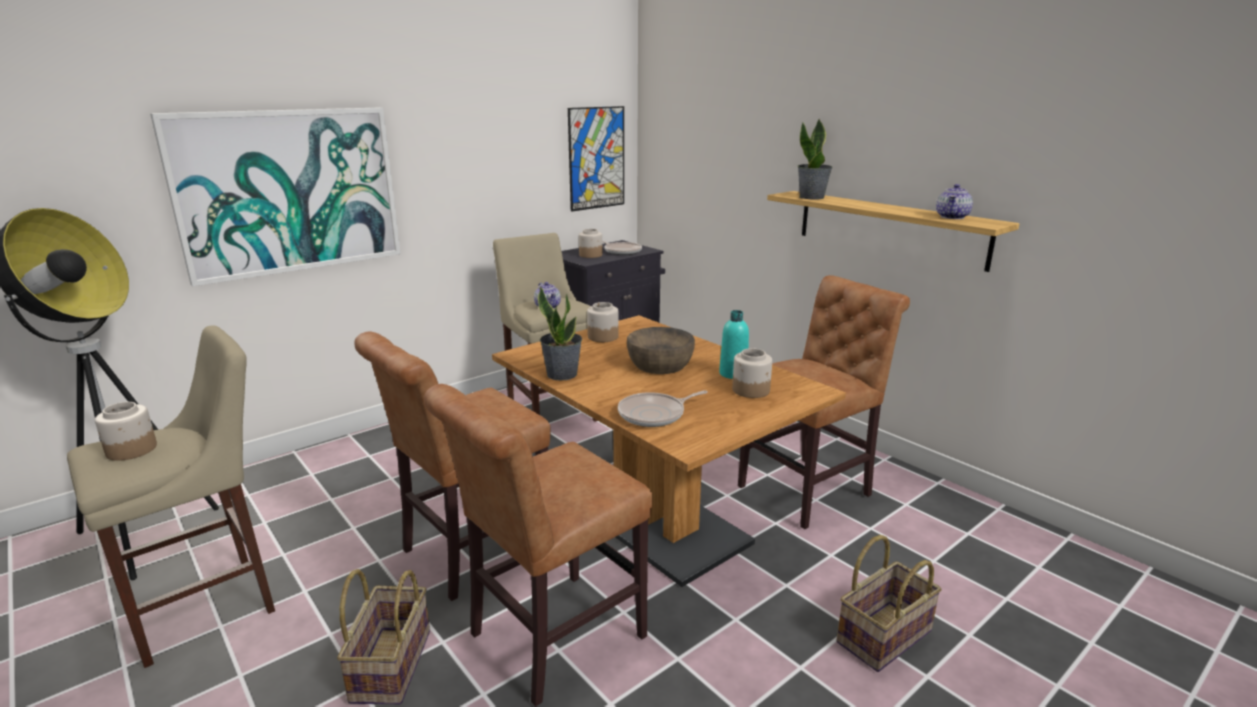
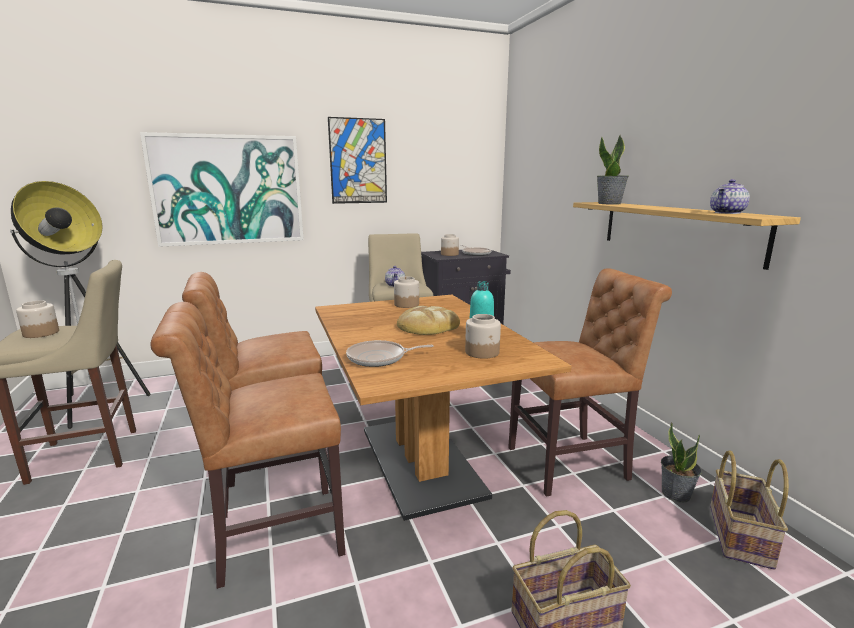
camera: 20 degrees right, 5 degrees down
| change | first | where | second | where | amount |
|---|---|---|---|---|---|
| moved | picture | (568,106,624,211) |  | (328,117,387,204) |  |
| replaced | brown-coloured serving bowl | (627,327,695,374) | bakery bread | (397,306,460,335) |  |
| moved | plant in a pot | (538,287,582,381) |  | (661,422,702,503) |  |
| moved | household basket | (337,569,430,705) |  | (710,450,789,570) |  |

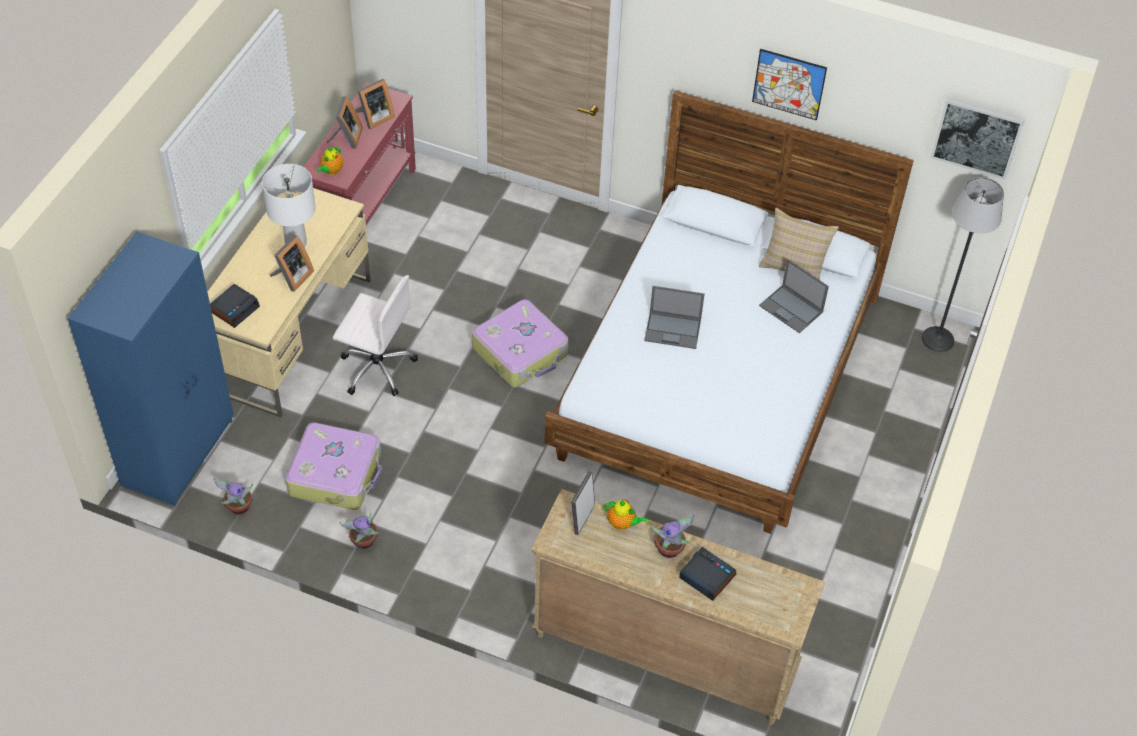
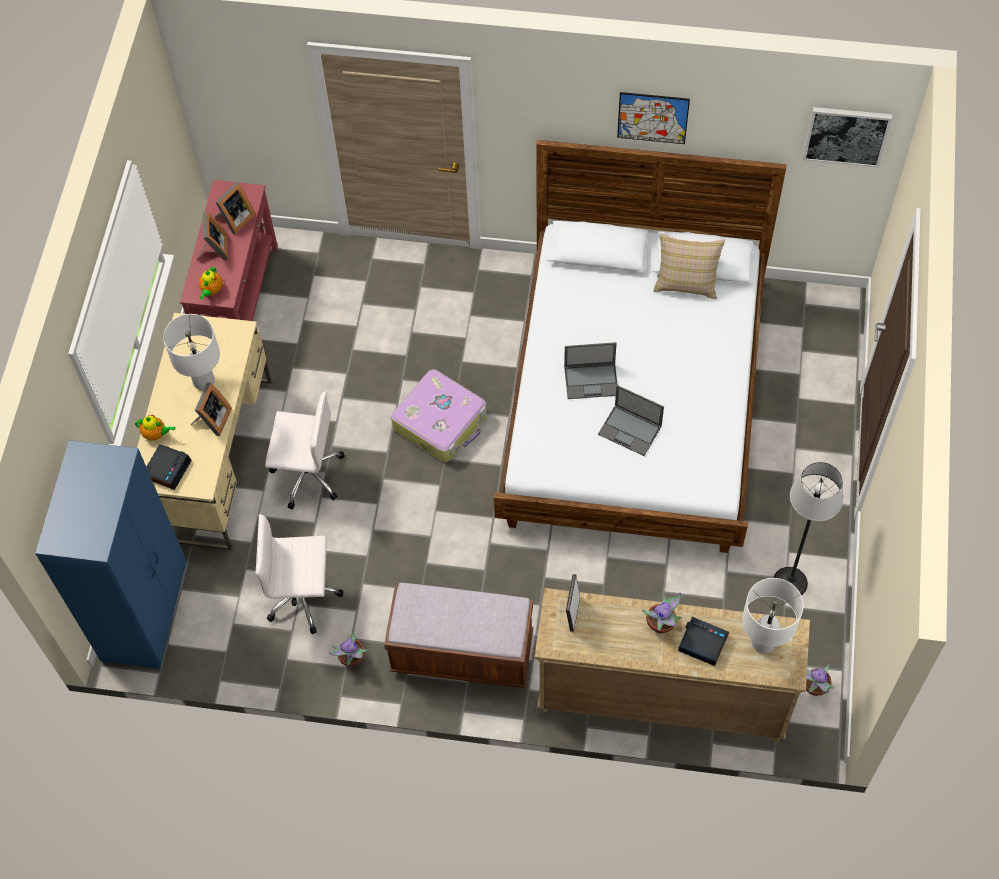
camera: 10 degrees left, 10 degrees up
| change | first | where | second | where | amount |
|---|---|---|---|---|---|
| moved | pot for tea | (604,499,649,530) |  | (135,415,175,441) |  |
| replaced | piece of luggage | (285,422,382,510) | white desk chair | (256,514,343,634) |  |
| added |  |  | brown-coloured bench | (384,583,533,688) |  |
| moved | laptop | (759,259,829,333) |  | (598,385,664,456) |  |
| added |  |  | white lamp for a table | (742,578,804,653) |  |
| moved | floor lamp | (921,177,1004,352) |  | (773,462,843,596) |  |
| moved | plant in a pot | (214,478,253,515) |  | (806,664,834,696) |  |

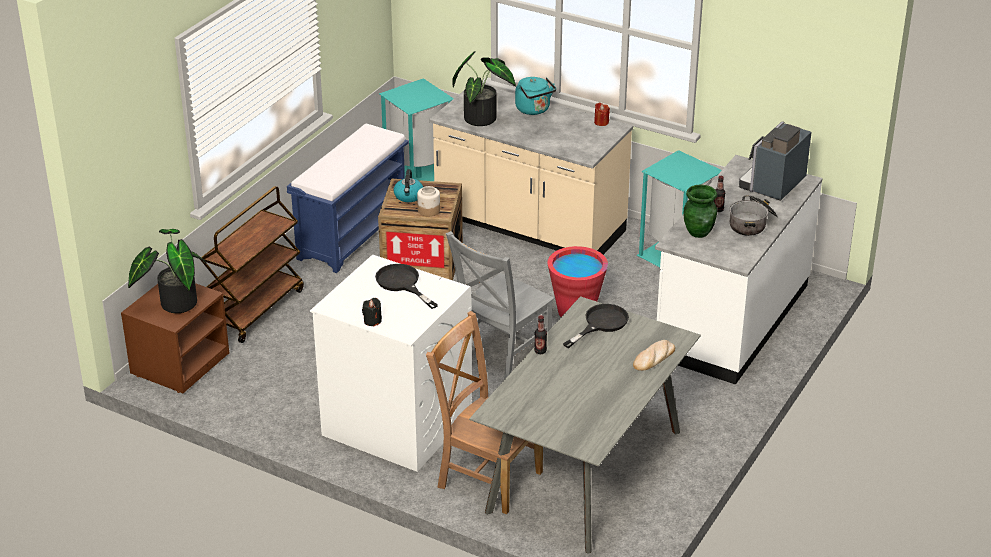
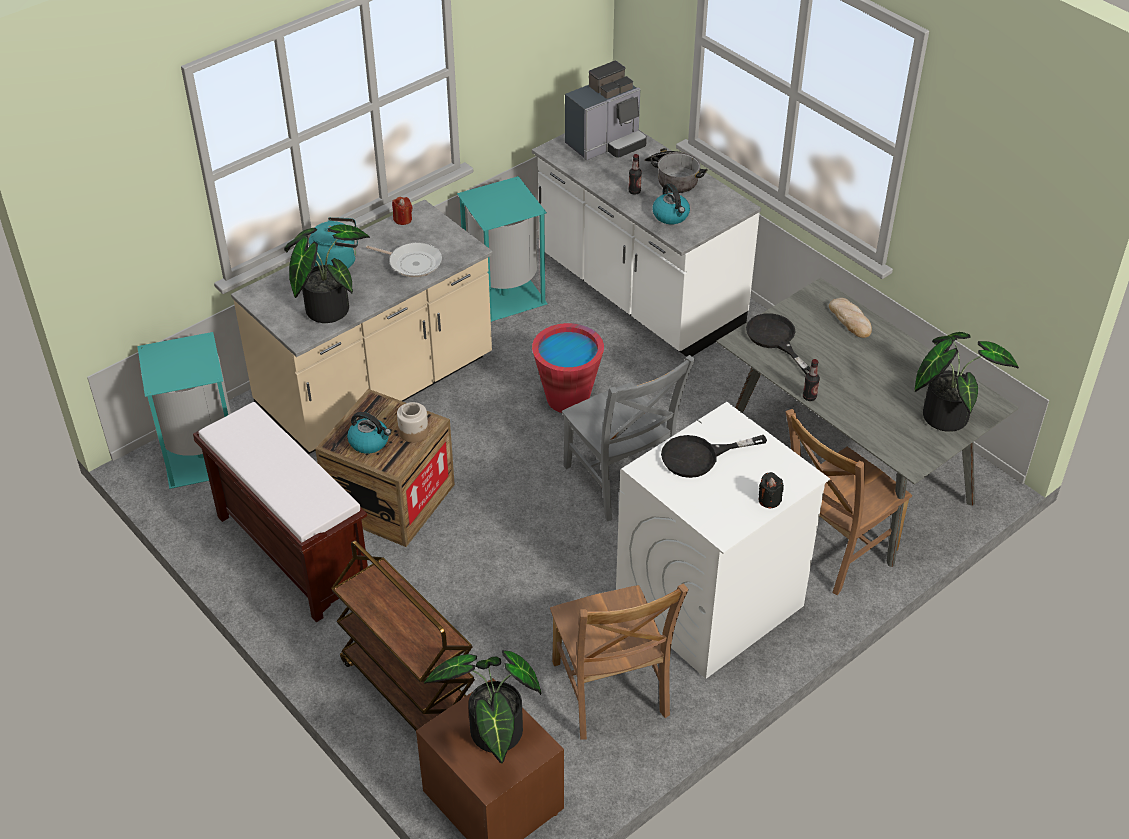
camera: 70 degrees left, 10 degrees up
| change | first | where | second | where | amount |
|---|---|---|---|---|---|
| recoloured | blue-coloured bench | (287,124,409,273) | brown-coloured bench | (193,402,368,622) |  |
| added |  |  | skillet | (366,242,442,277) |  |
| added |  |  | brown-coloured upright chair | (550,584,689,740) |  |
| turned | coffee maker | (739,121,812,201) |  | (565,61,647,160) | 90 degrees counterclockwise |
| replaced | green-coloured decorative vase | (683,184,717,238) | tea kettle | (652,183,690,224) |  |
| added |  |  | plant in a pot | (914,332,1019,432) |  |

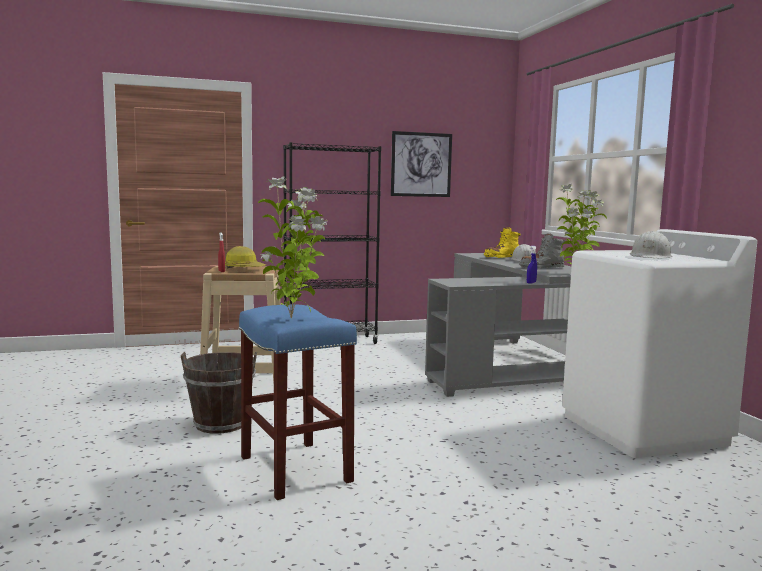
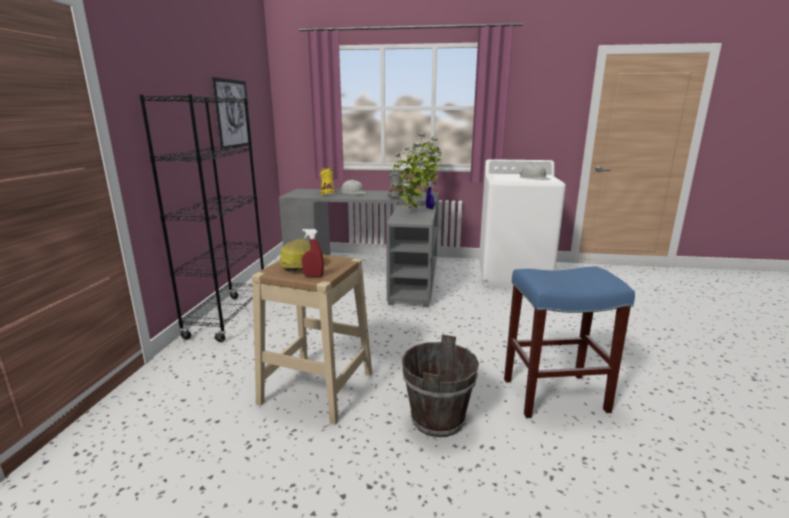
camera: 65 degrees left, 10 degrees up
| change | first | where | second | where | amount |
|---|---|---|---|---|---|
| moved | plant in a pot | (258,177,327,318) |  | (392,142,426,213) |  |

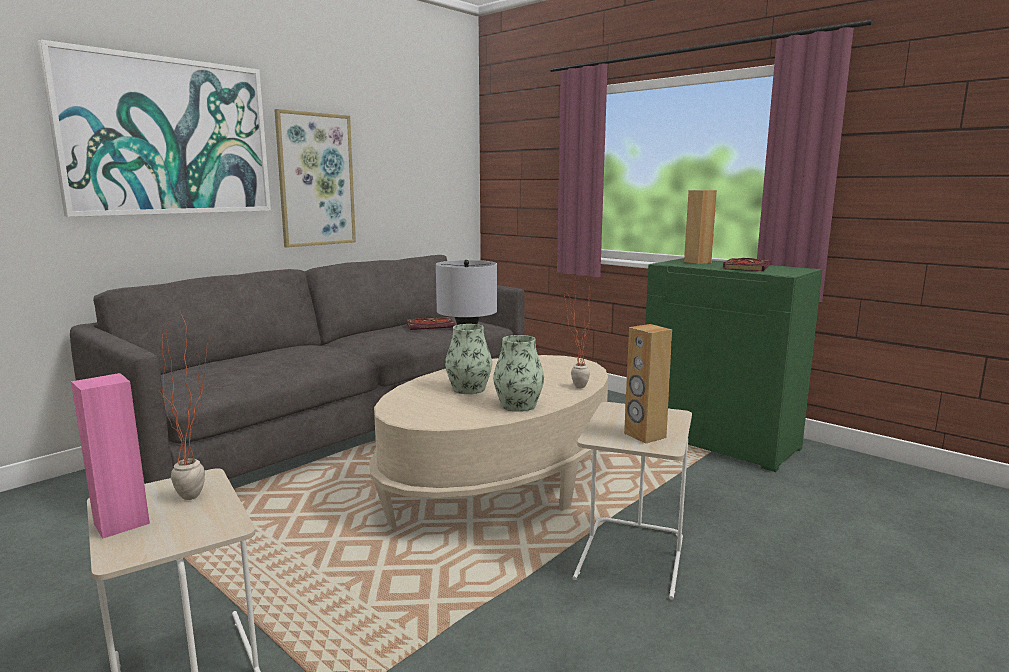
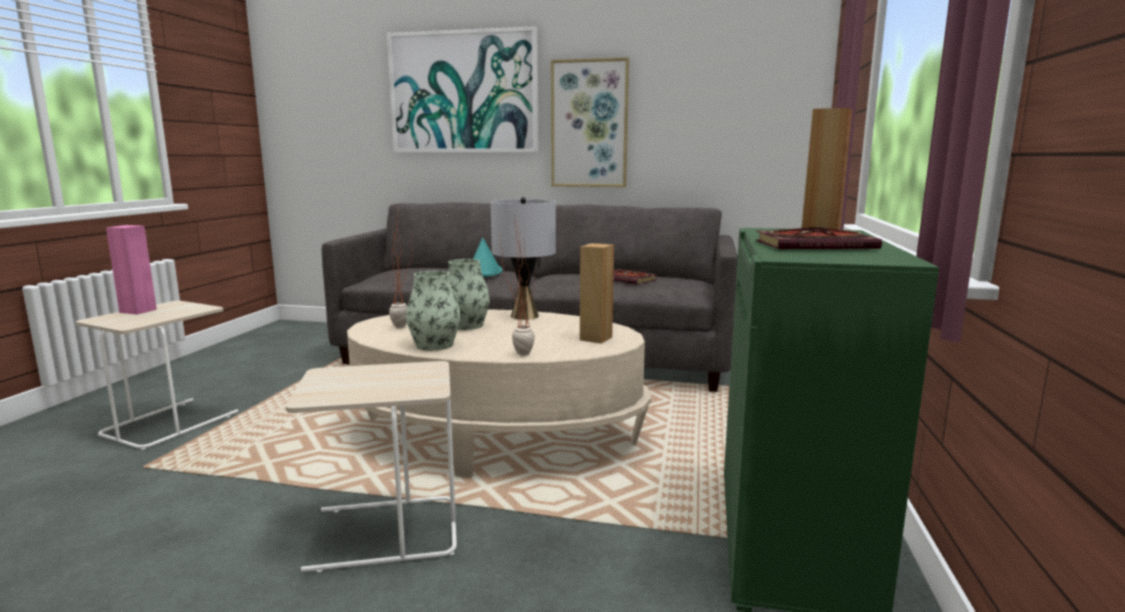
camera: 60 degrees right, 0 degrees up
| change | first | where | second | where | amount |
|---|---|---|---|---|---|
| moved | plant in a pot | (160,311,211,500) |  | (384,212,412,328) |  |
| added |  |  | turquoise-coloured hat | (473,238,503,277) |  |
| moved | brown-coloured audio speaker | (624,324,672,444) |  | (580,243,614,344) |  |

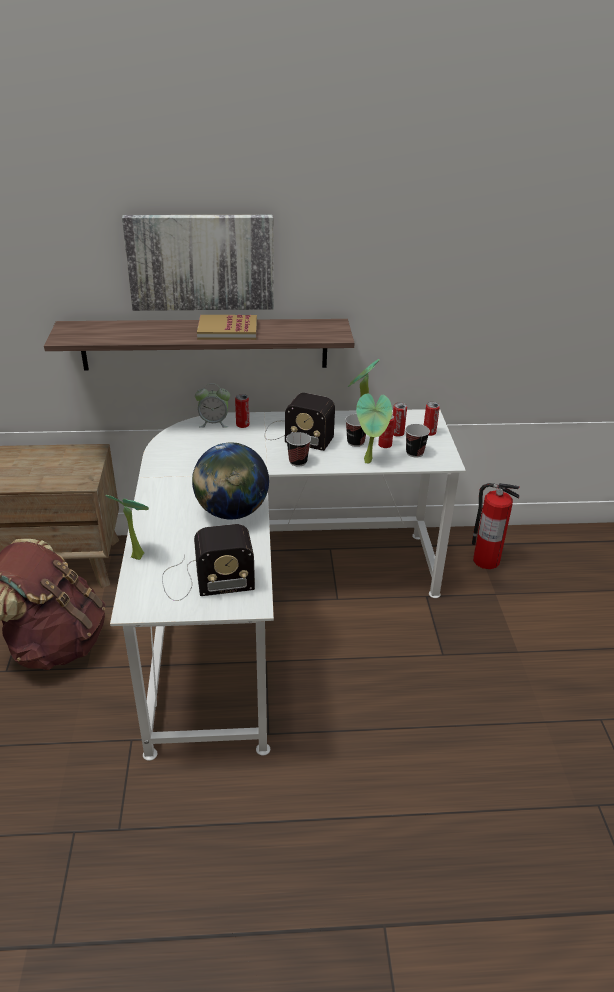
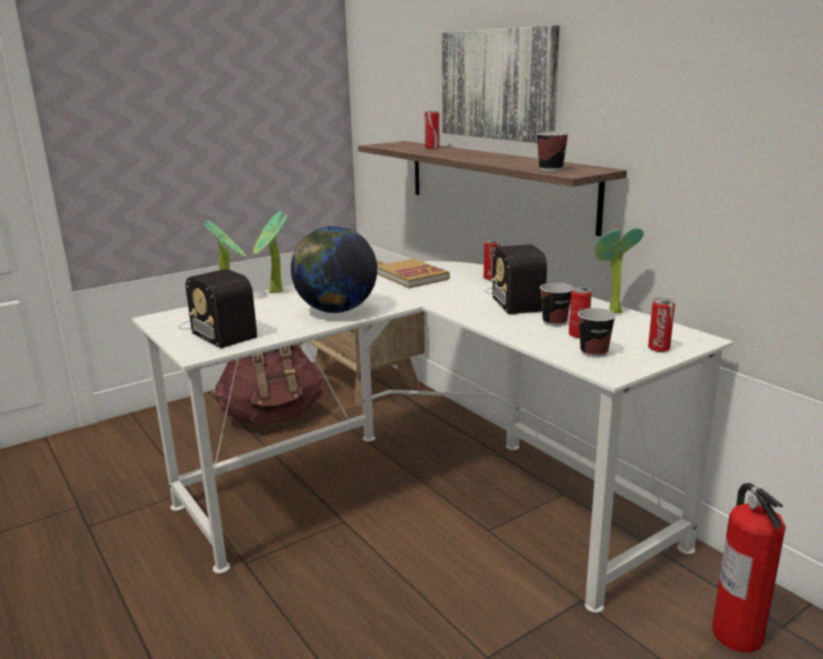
camera: 60 degrees right, 15 degrees down
| change | first | where | second | where | amount |
|---|---|---|---|---|---|
| moved | plant in a pot | (356,393,392,464) |  | (253,211,287,293) |  |
| moved | bound book | (197,315,257,340) |  | (377,259,450,288) |  |
| moved | can | (393,402,407,437) |  | (425,111,440,149) |  |
| moved | drinking cup | (286,432,311,467) |  | (536,132,569,171) |  |
| removed | table clock | (195,384,230,428) |  |  |  |

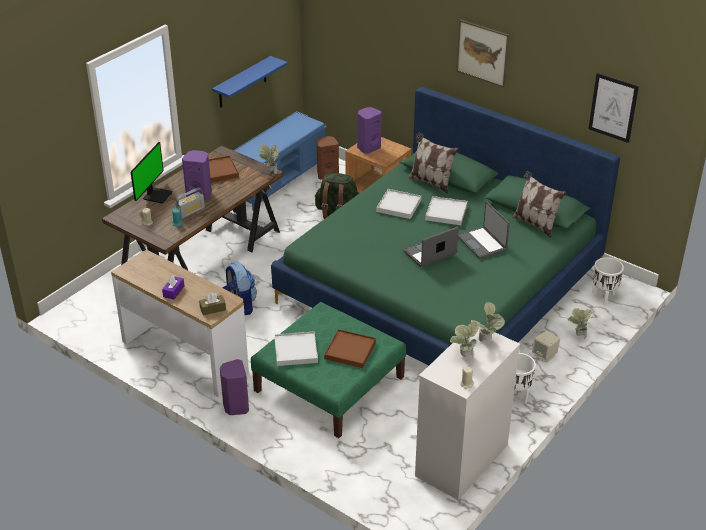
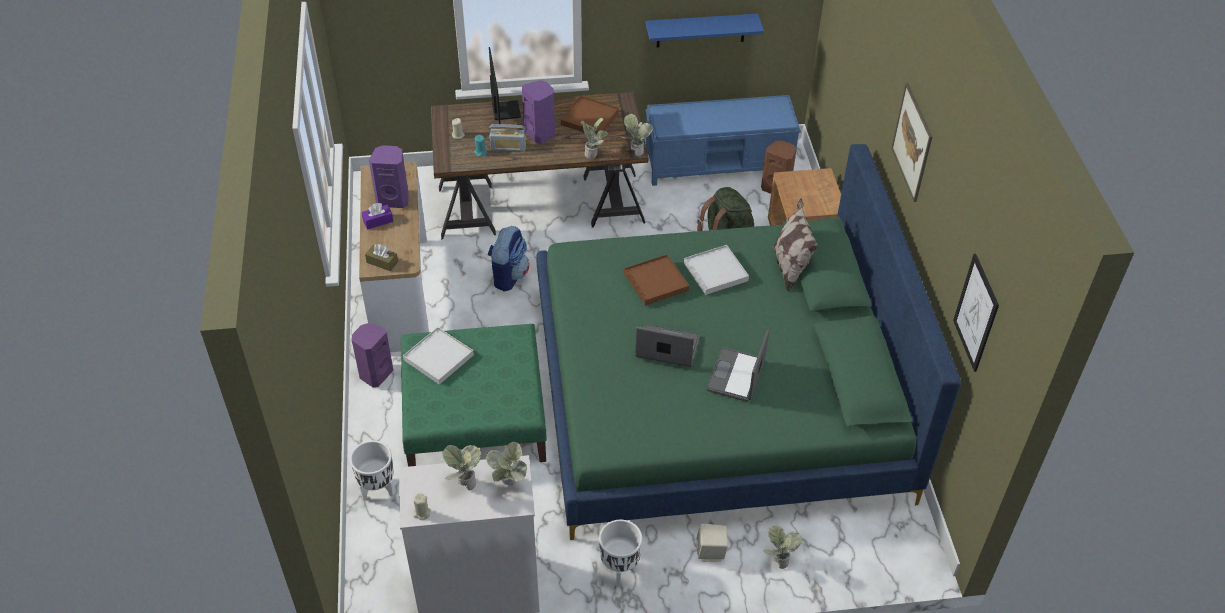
camera: 45 degrees right, 10 degrees up
| change | first | where | second | where | amount |
|---|---|---|---|---|---|
| moved | white planter | (592,257,624,305) |  | (350,441,395,501) |  |
| moved | purple audio speaker | (357,107,381,154) |  | (369,145,408,208) |  |
| turned | monitor | (131,142,173,204) |  | (489,47,521,124) | 75 degrees counterclockwise |
| added |  |  | plant in a pot | (581,118,608,159) |  |
| moved | brown-coloured carrying tray | (324,329,376,368) |  | (624,254,689,306) |  |
| removed | white carrying tray | (425,196,467,225) |  |  |  |
| removed | throw pillow | (512,171,566,238) |  |  |  |

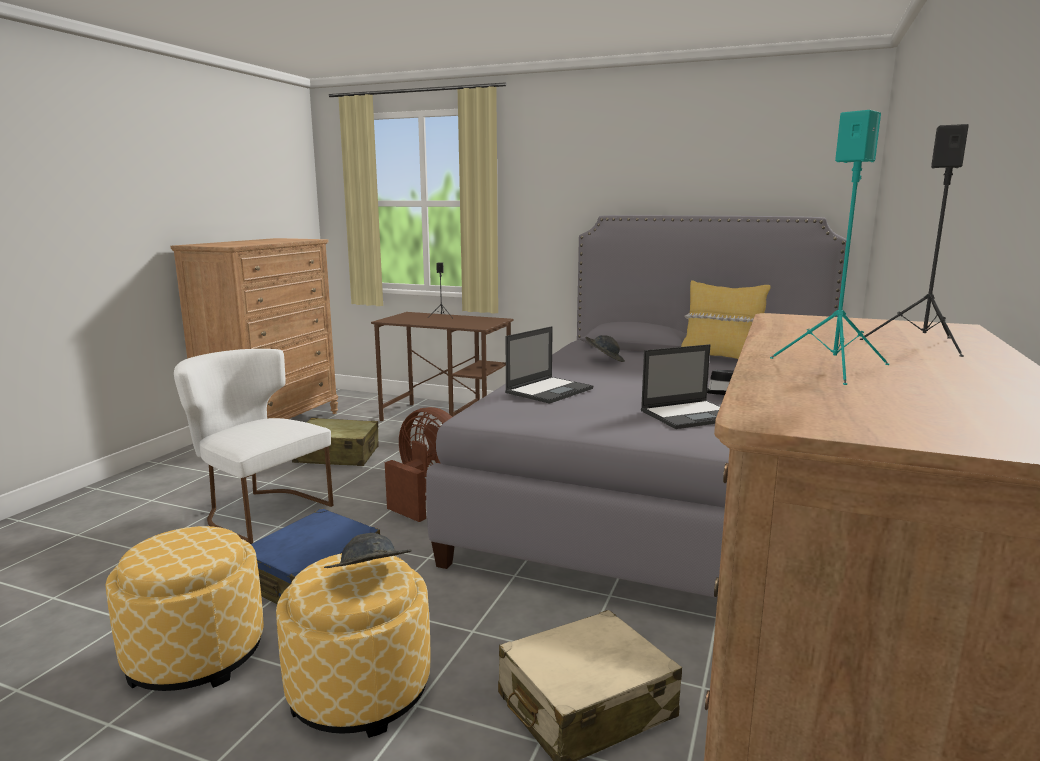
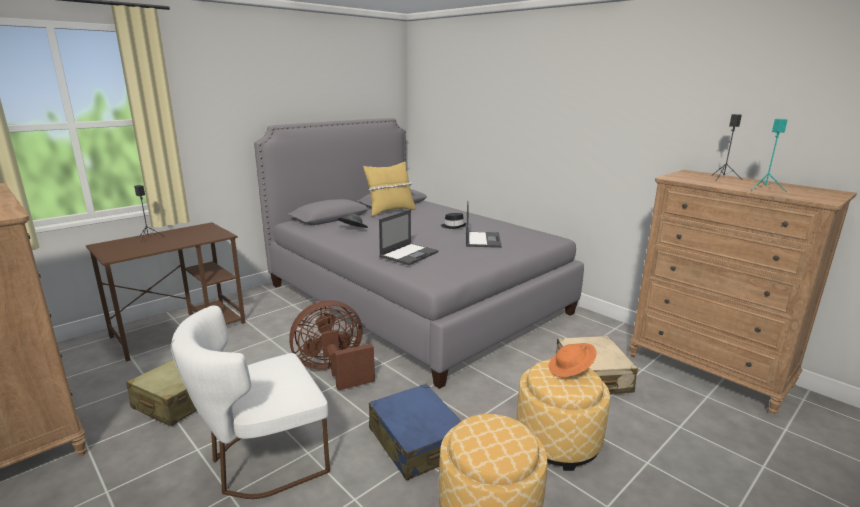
camera: 65 degrees left, 5 degrees up
| change | first | where | second | where | amount |
|---|---|---|---|---|---|
| turned | laptop | (505,326,593,404) |  | (379,210,438,265) | 60 degrees clockwise |
| recoloured | greyish hat | (324,533,412,568) | orange hat | (549,343,596,377) |  |

